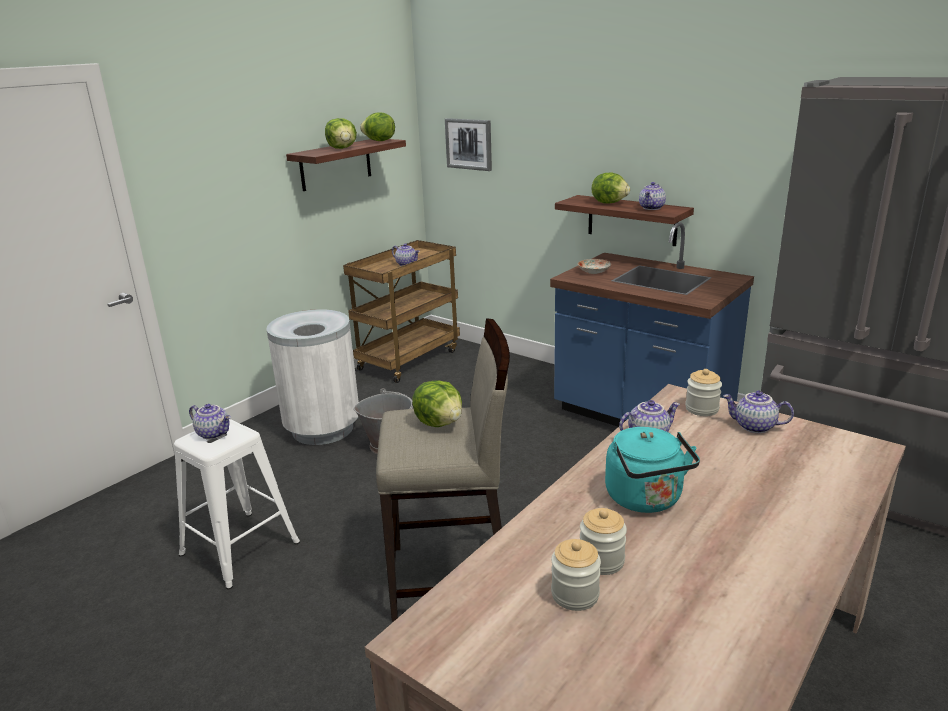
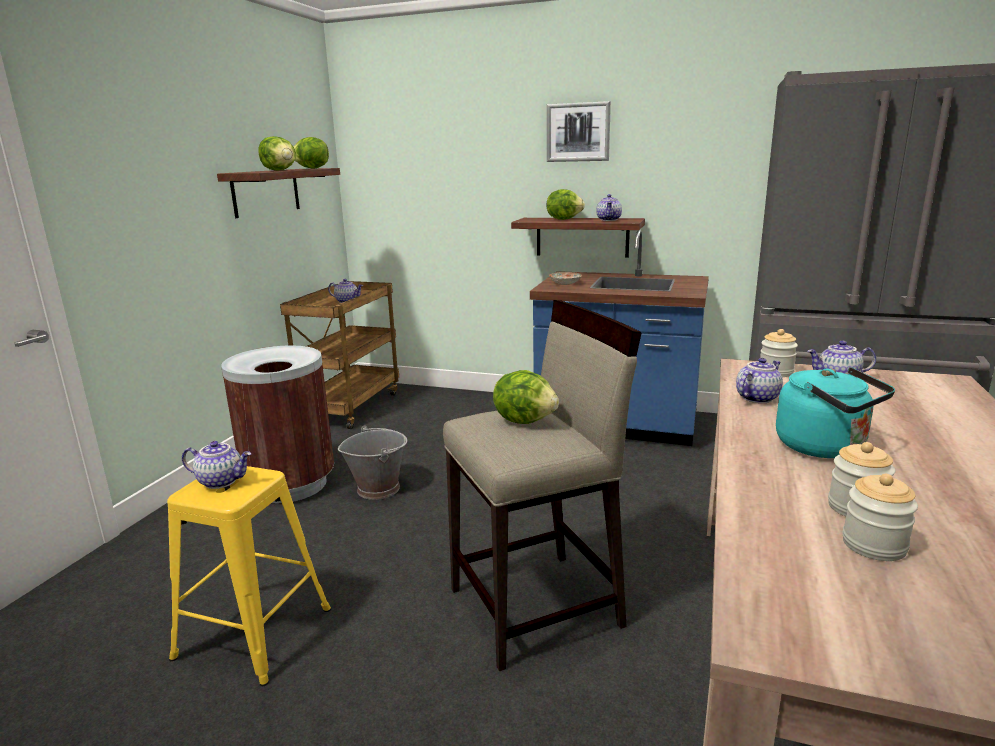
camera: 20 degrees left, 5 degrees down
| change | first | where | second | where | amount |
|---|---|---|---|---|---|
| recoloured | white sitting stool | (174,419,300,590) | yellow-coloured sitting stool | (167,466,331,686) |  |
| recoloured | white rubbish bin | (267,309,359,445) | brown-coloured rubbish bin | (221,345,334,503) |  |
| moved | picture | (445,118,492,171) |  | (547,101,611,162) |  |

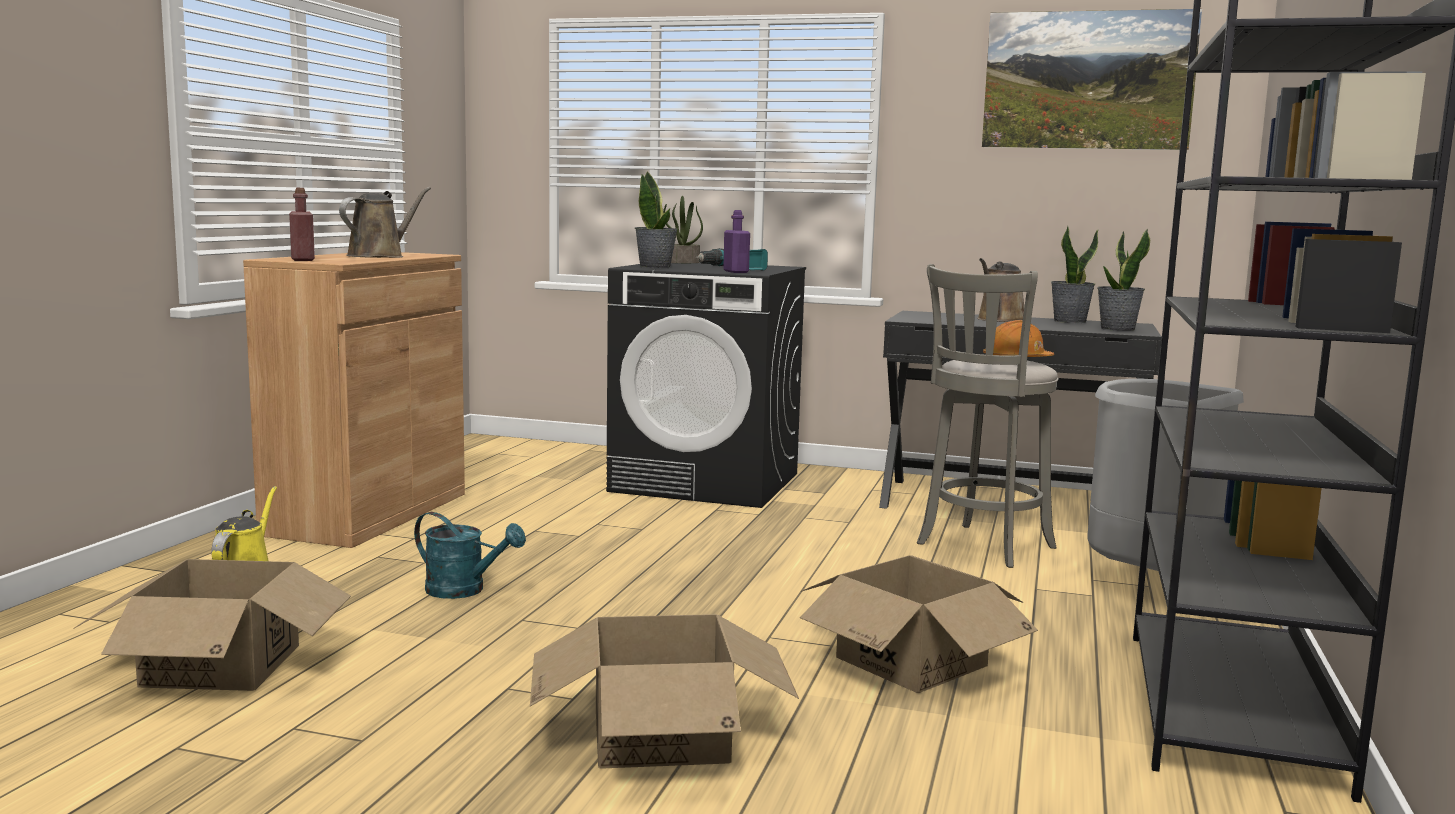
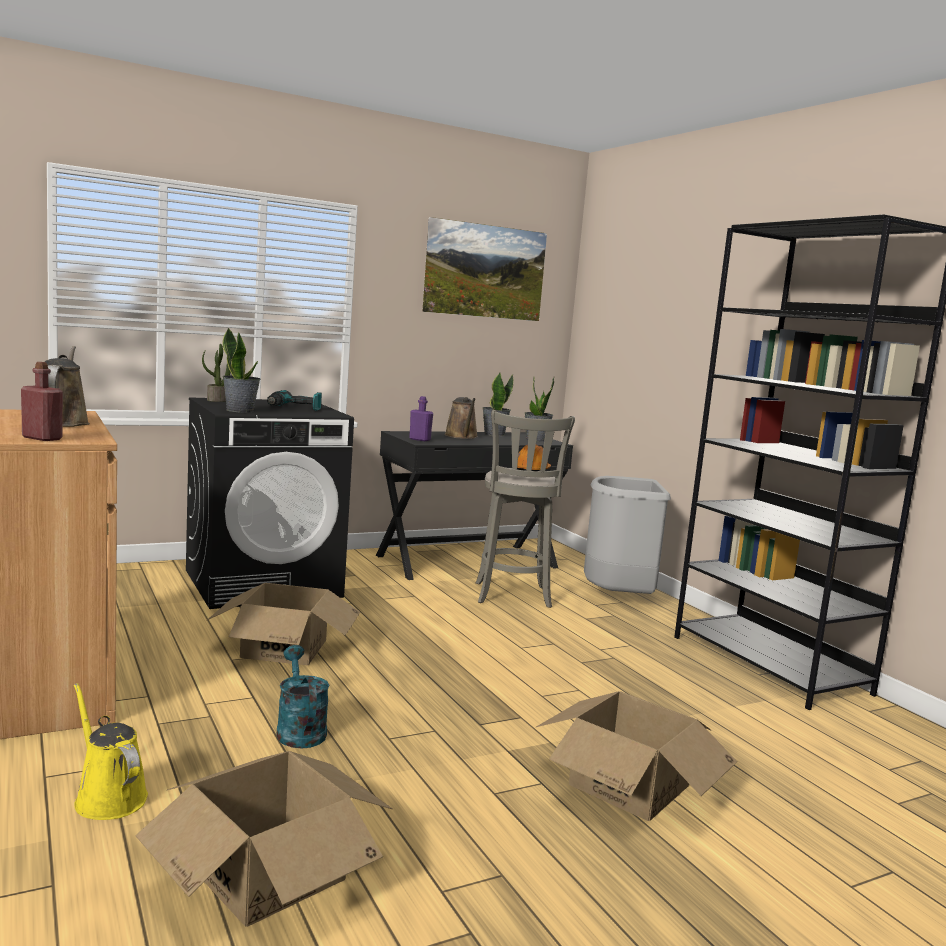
camera: 45 degrees left, 0 degrees up
| change | first | where | second | where | amount |
|---|---|---|---|---|---|
| moved | packing box | (800,555,1038,693) |  | (207,583,360,666) |  |
| turned | turquoise-coloured sprinkling can | (414,512,526,599) |  | (276,645,329,748) | 90 degrees counterclockwise |
| moved | purple drink bottle | (723,210,750,273) |  | (409,396,433,441) |  |

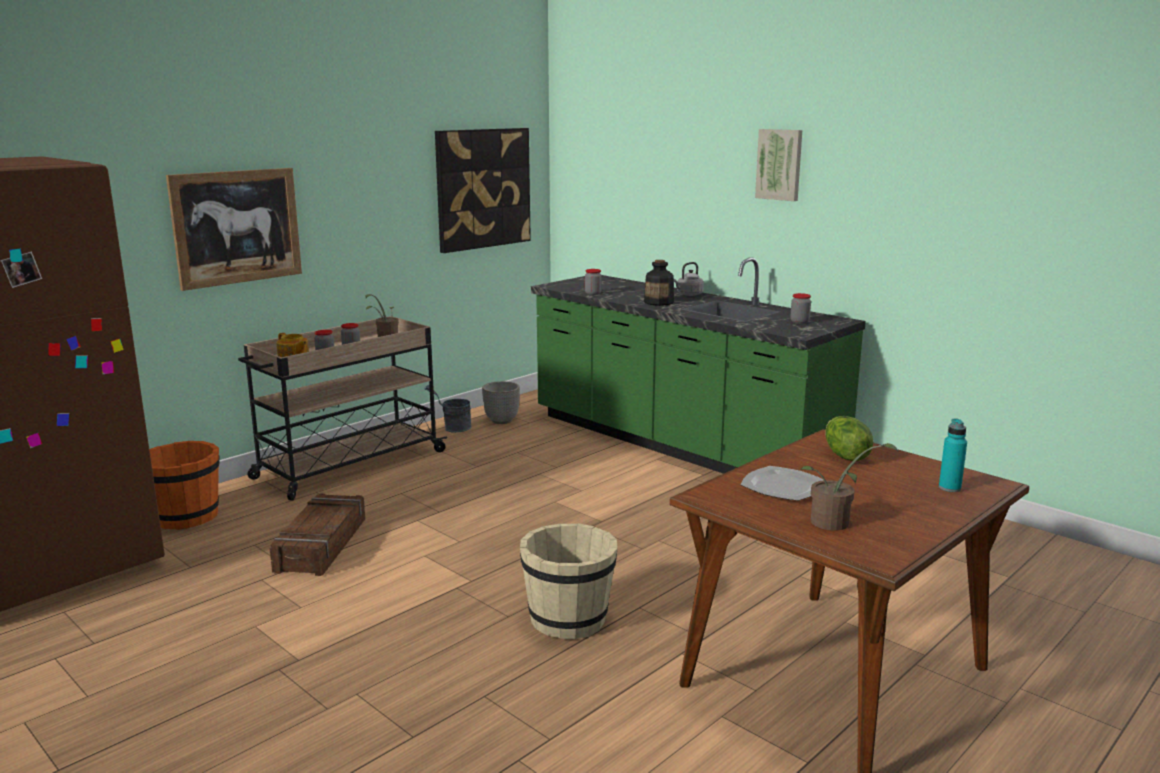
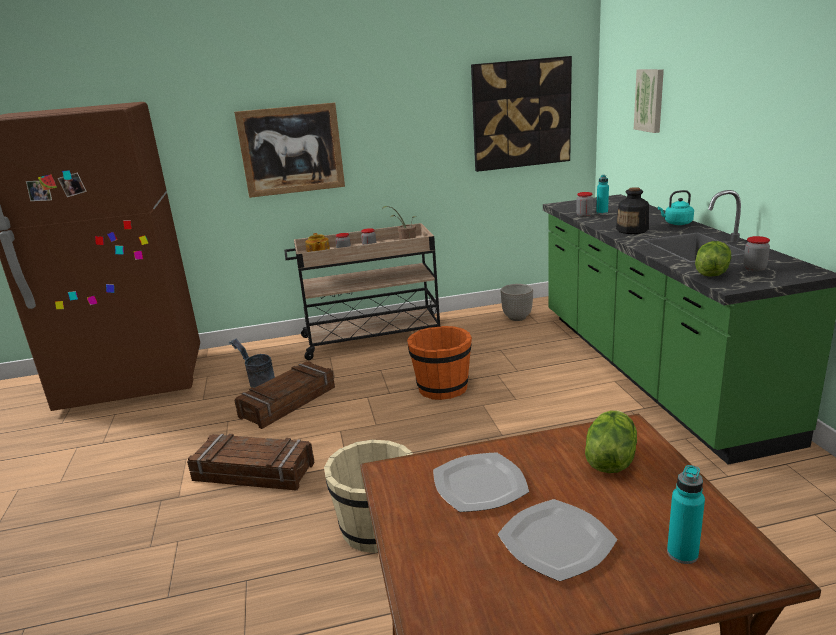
camera: 35 degrees right, 5 degrees up
| change | first | where | second | where | amount |
|---|---|---|---|---|---|
| added |  |  | packing crate | (187,434,315,491) |  |
| moved | greyish bucket | (424,385,472,433) |  | (229,339,275,388) |  |
| moved | orange bucket | (149,441,220,530) |  | (407,326,472,400) |  |
| added |  |  | plate | (498,499,617,581) |  |
| added |  |  | turquoise-coloured drink bottle | (596,175,609,214) |  |
| moved | picture | (755,129,802,201) |  | (634,69,664,133) |  |
| recoloured | greyish tea kettle | (674,262,704,296) | turquoise-coloured tea kettle | (658,190,694,225) |  |
| added |  |  | head of lettuce | (695,241,731,277) |  |
| removed | plant in a pot | (800,443,899,531) |  |  |  |

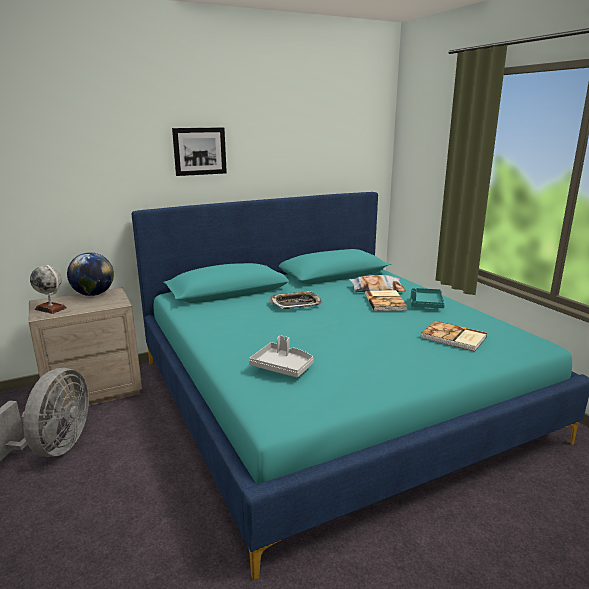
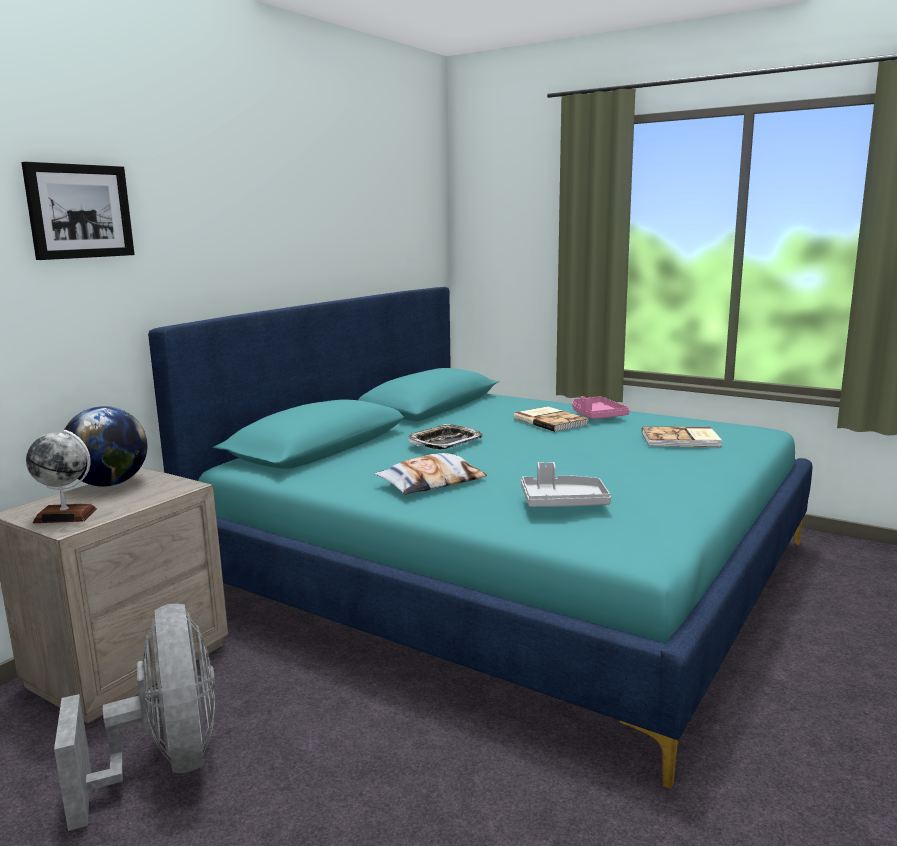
camera: 30 degrees left, 5 degrees down
| change | first | where | second | where | amount |
|---|---|---|---|---|---|
| moved | picture | (172,127,227,176) |  | (21,162,135,260) |  |
| moved | throw pillow | (349,275,406,292) |  | (374,453,487,495) |  |
| recoloured | turquoise-coloured carrying tray | (410,288,445,308) | pink carrying tray | (572,396,629,419) |  |

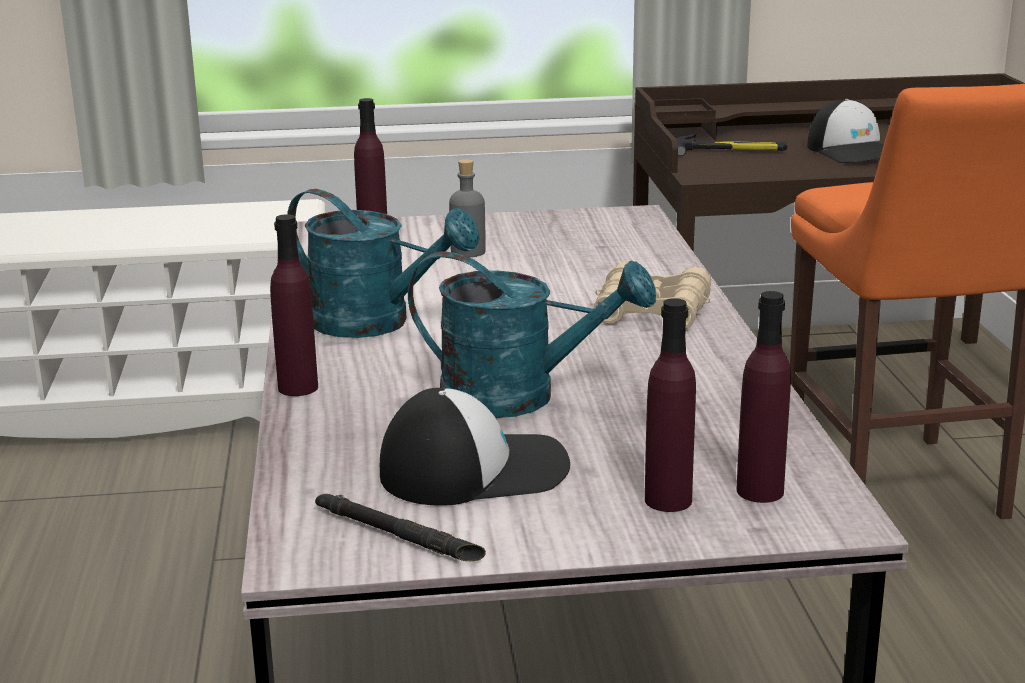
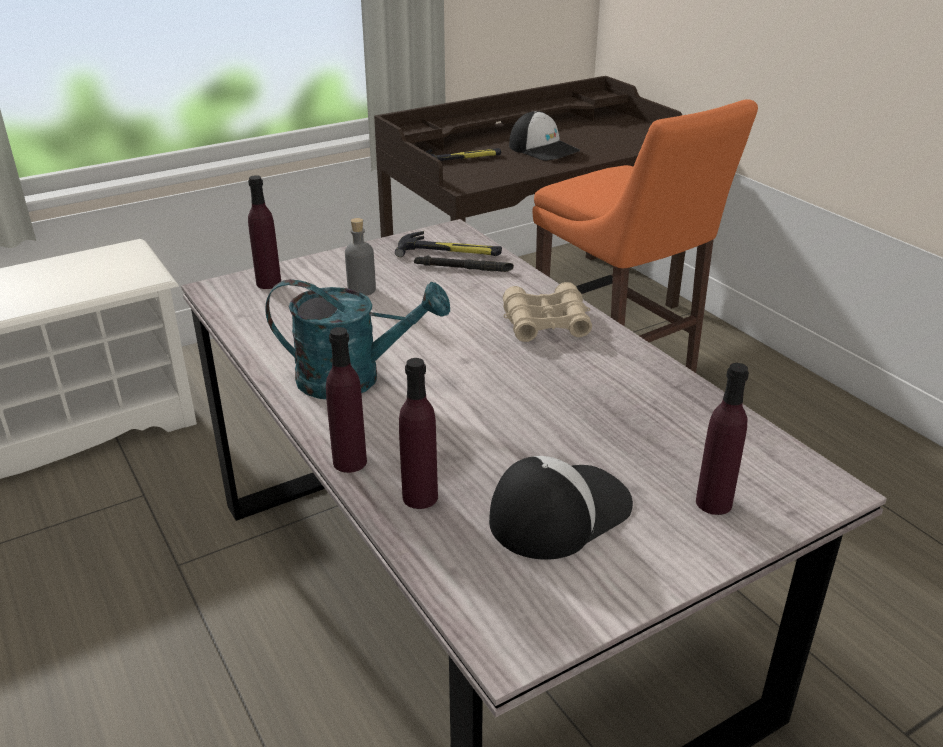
camera: 25 degrees left, 10 degrees up
| change | first | where | second | where | amount |
|---|---|---|---|---|---|
| added |  |  | tool hammer | (395,231,502,257) |  |
| moved | purple drink bottle | (737,291,791,503) |  | (399,358,438,509) |  |
| moved | black-coloured flashlight | (315,494,486,561) |  | (414,255,514,272) |  |
| removed | turquoise-coloured sprinkling can | (408,251,656,418) |  |  |  |

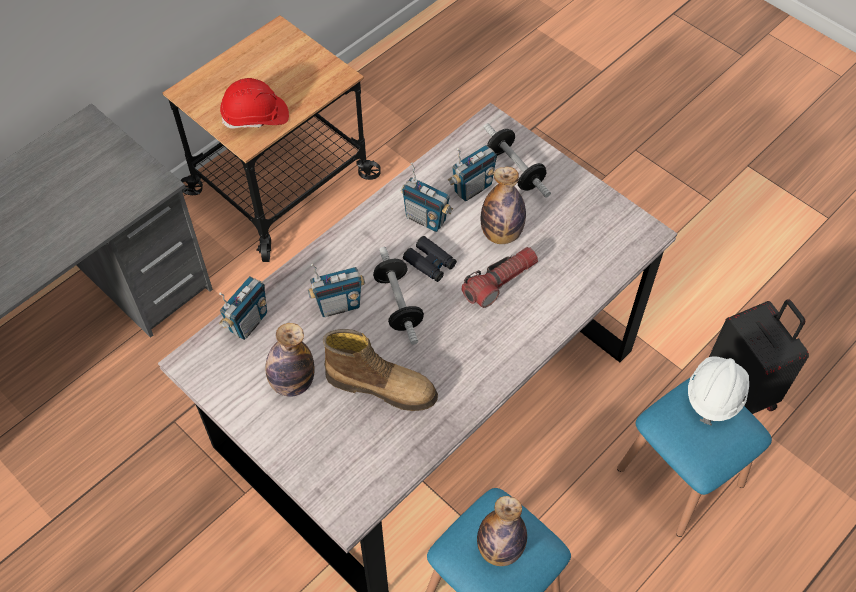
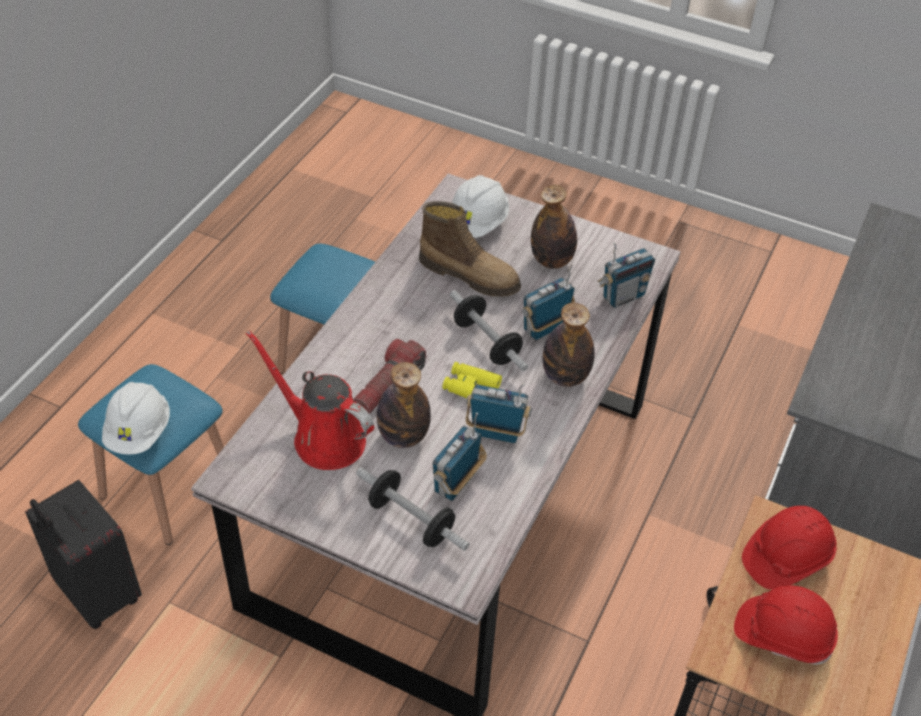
camera: 160 degrees right, 10 degrees down
| change | first | where | second | where | amount |
|---|---|---|---|---|---|
| added |  |  | red-coloured sprinkling can | (246,330,374,470) |  |
| turned | boot | (323,329,438,411) |  | (419,201,521,296) | 150 degrees counterclockwise |
| recoloured | black-coloured binoculars | (403,236,457,282) | yellow-coloured binoculars | (442,362,502,398) |  |
| added |  |  | white work helmet | (452,175,509,238) |  |
| moved | drink bottle | (477,496,527,566) |  | (543,303,595,387) |  |
| turned | radio set | (219,276,267,340) |  | (598,242,655,308) | 135 degrees counterclockwise |
| added |  |  | red-coloured work helmet | (734,585,838,664) |  |

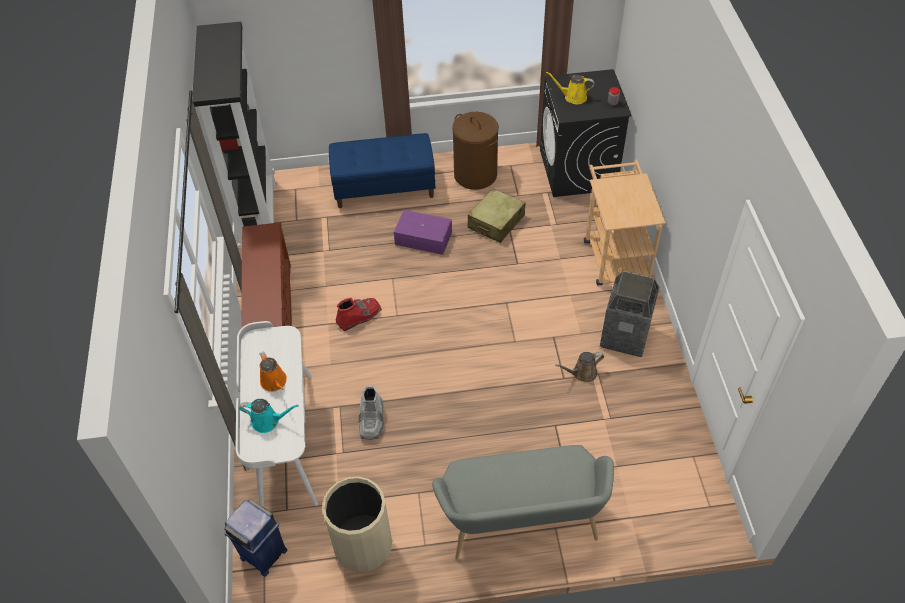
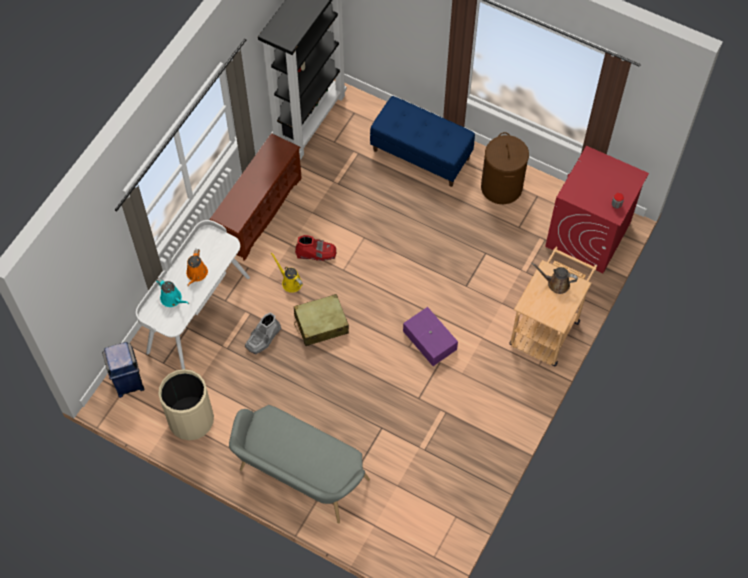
camera: 35 degrees right, 10 degrees up
| change | first | where | second | where | amount |
|---|---|---|---|---|---|
| moved | yellow-coloured sprinkling can | (546,72,594,104) |  | (271,253,303,293) |  |
| moved | beige-coloured piece of luggage | (468,188,525,243) |  | (294,294,349,346) |  |
| moved | purple storage box | (394,210,452,255) |  | (403,307,458,366) |  |
| moved | brown-coloured sprinkling can | (555,352,604,382) |  | (531,263,578,294) |  |
| recoloured | black-coloured laundry appliance | (540,69,632,197) | red-coloured laundry appliance | (545,146,649,273) |  |
| removed | rubbish bin | (600,271,659,357) |  |  |  |

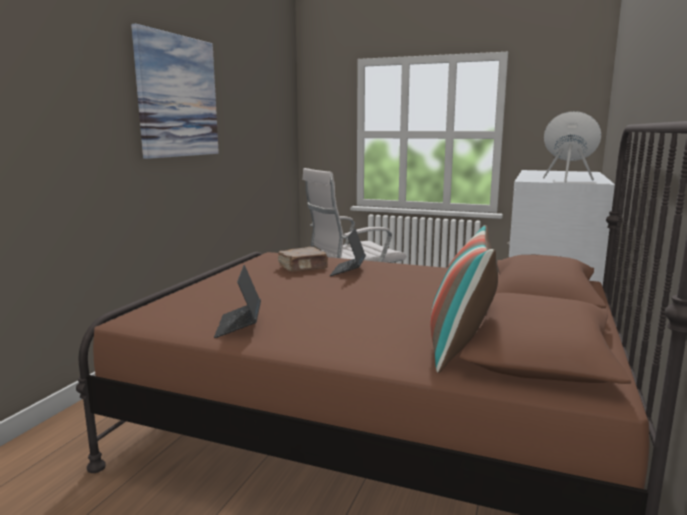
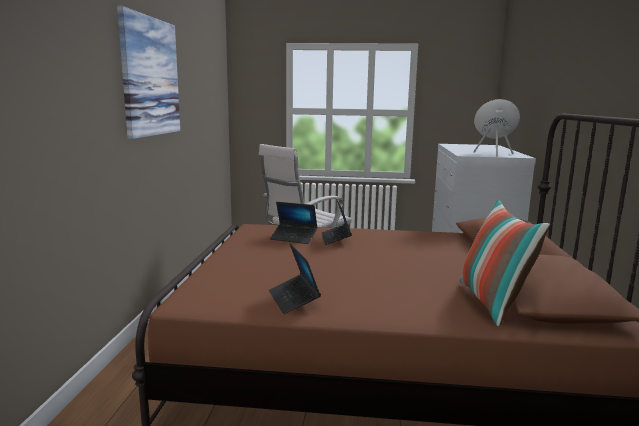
camera: 15 degrees left, 0 degrees up
| change | first | where | second | where | amount |
|---|---|---|---|---|---|
| replaced | brown-coloured bound book | (278,247,328,271) | laptop | (270,202,317,244) |  |

